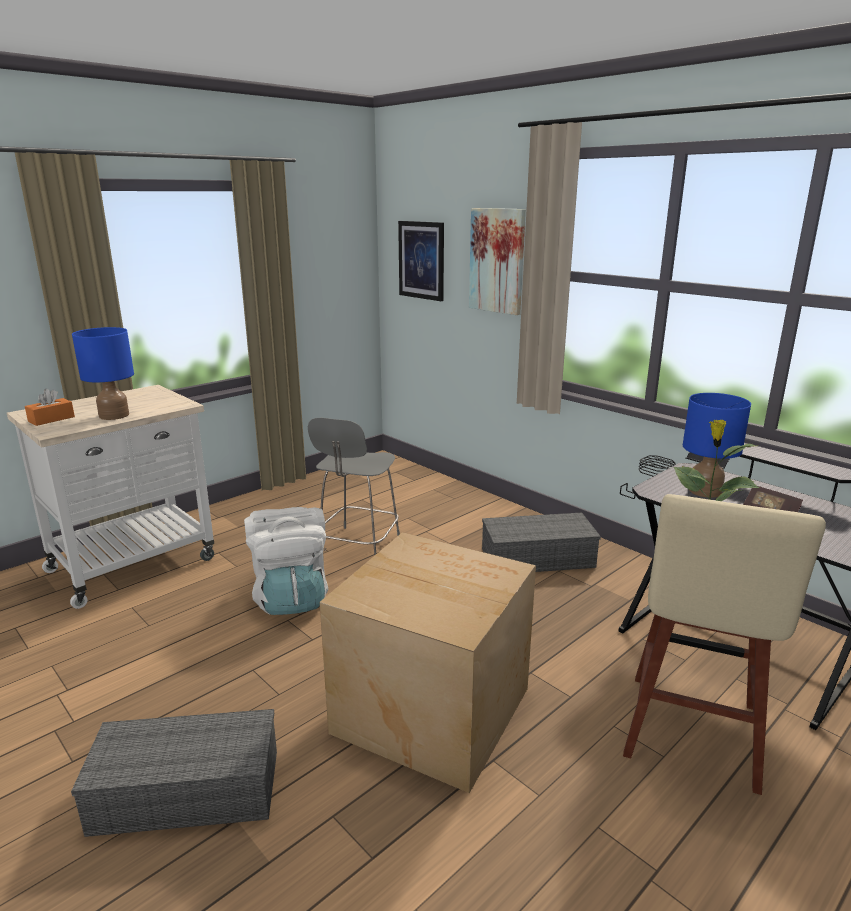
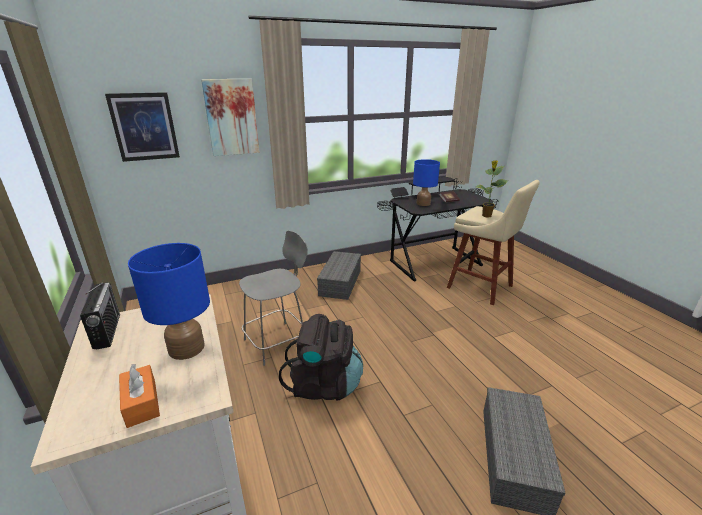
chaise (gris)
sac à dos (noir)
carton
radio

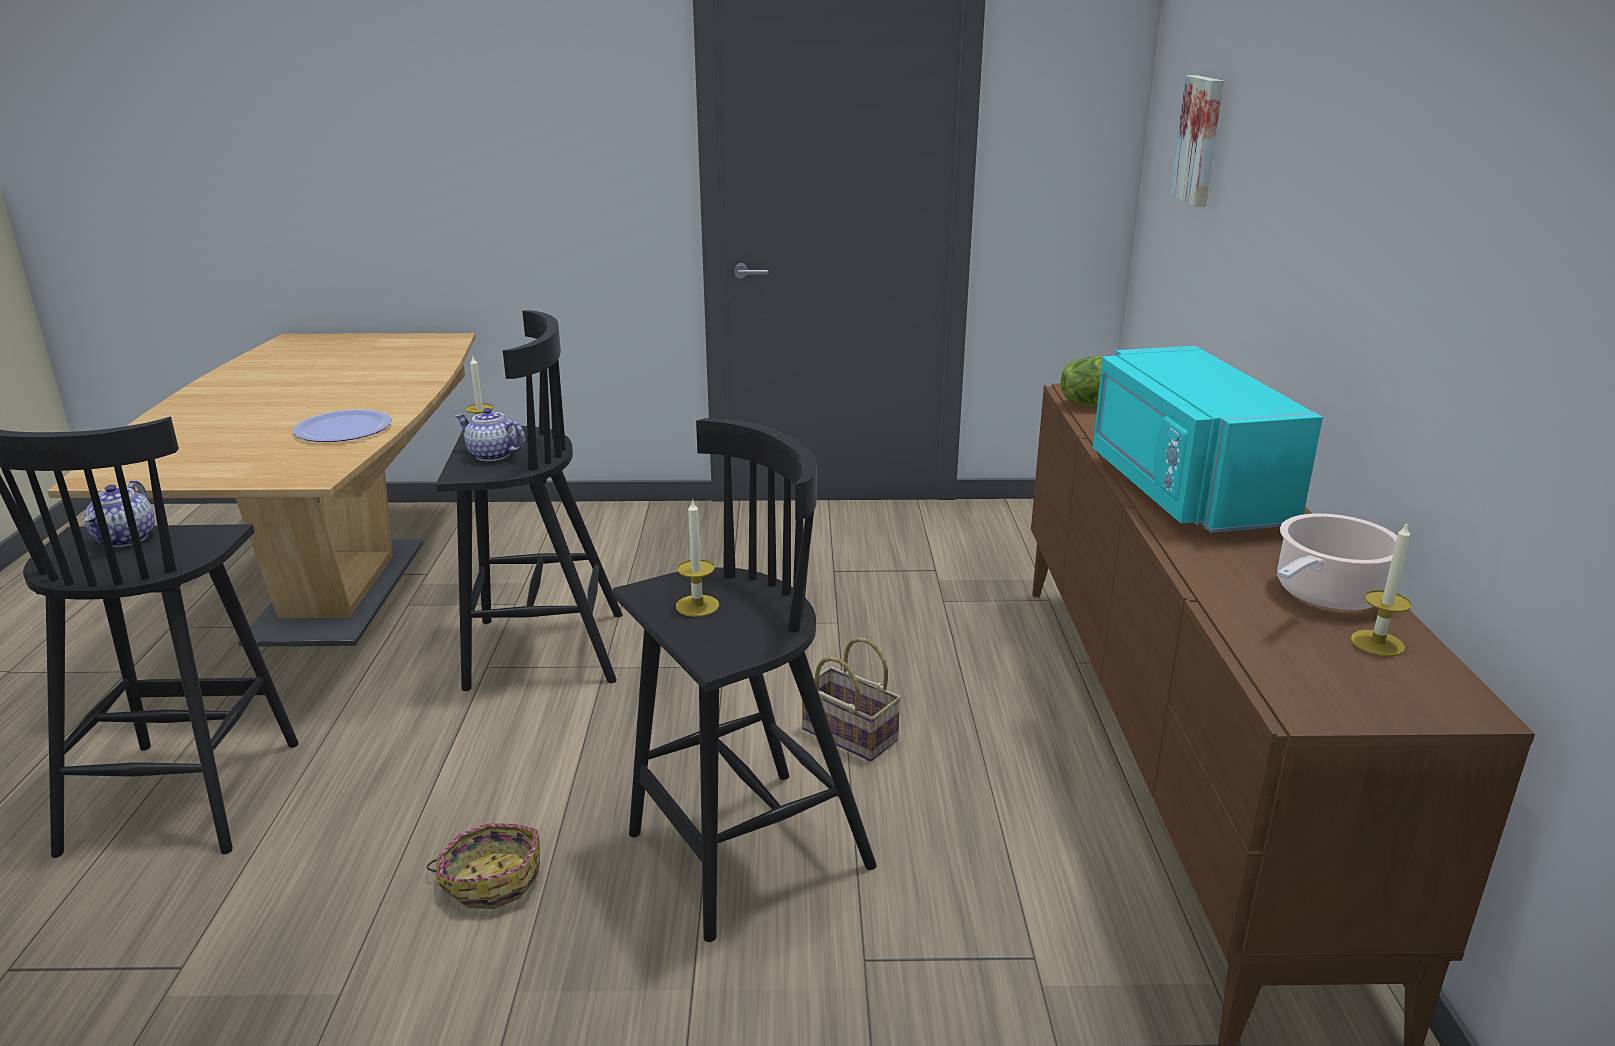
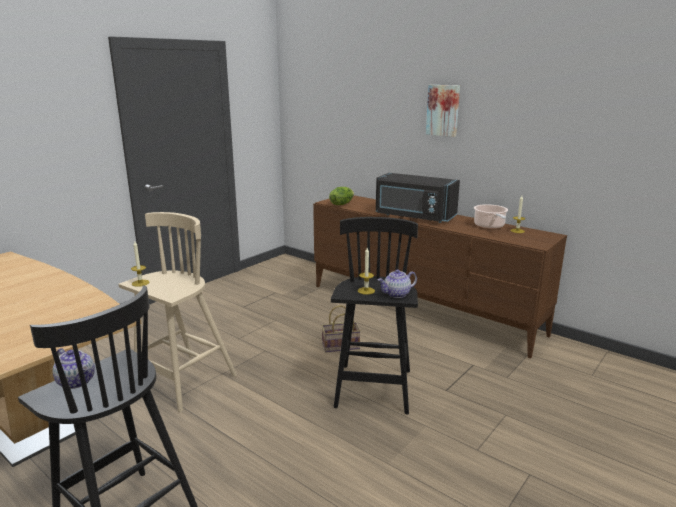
tableau
tabouret (beige)
micro-ondes (noir)
théière (no. 2 from left)
assiette
panier (no. 1 from left in the first image)

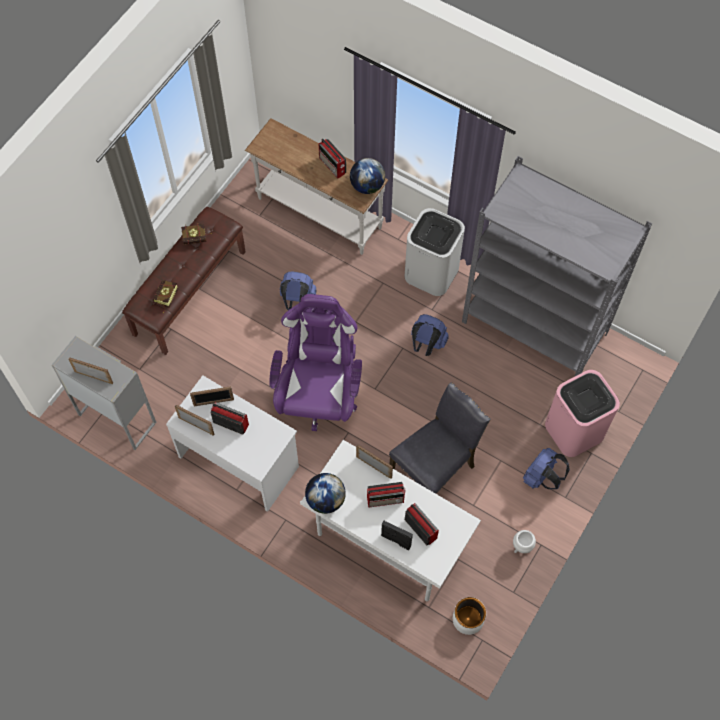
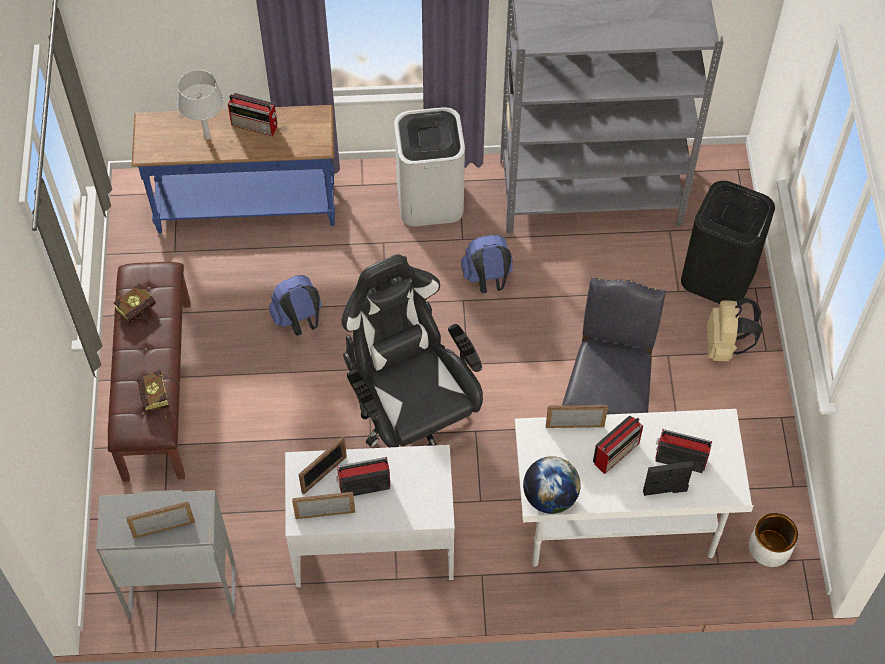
table console (bleu)
globe (no. 2 from left in the first image)
chaise de bureau (noir)
poubelle (noir)
sac à dos (beige)
cache-pot (blanc) (no. 2 from left in the first image)
lampe de table (gris)

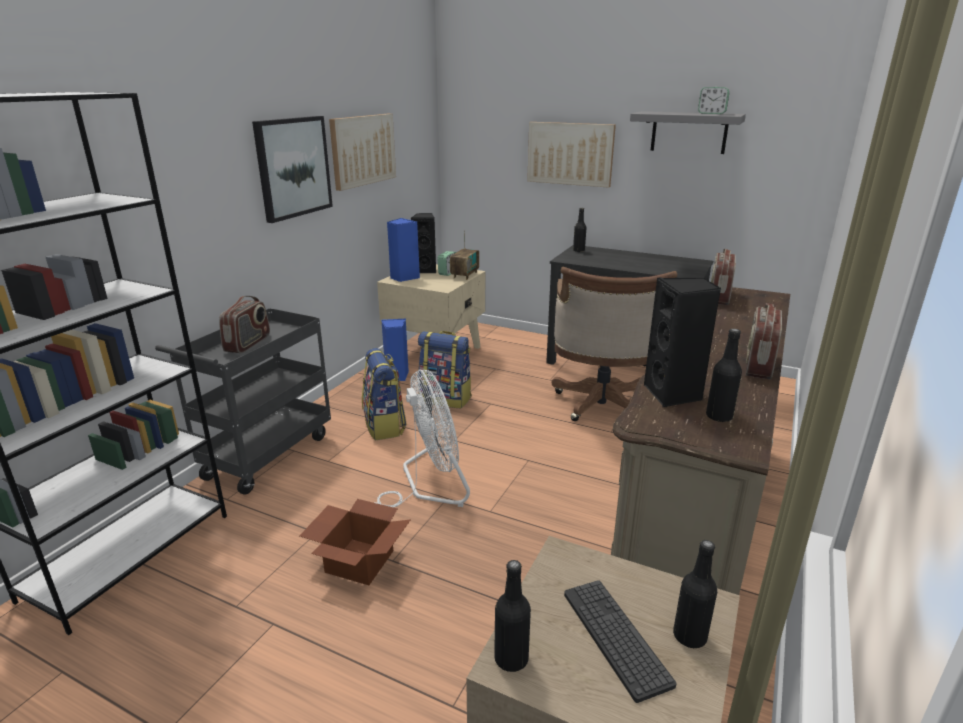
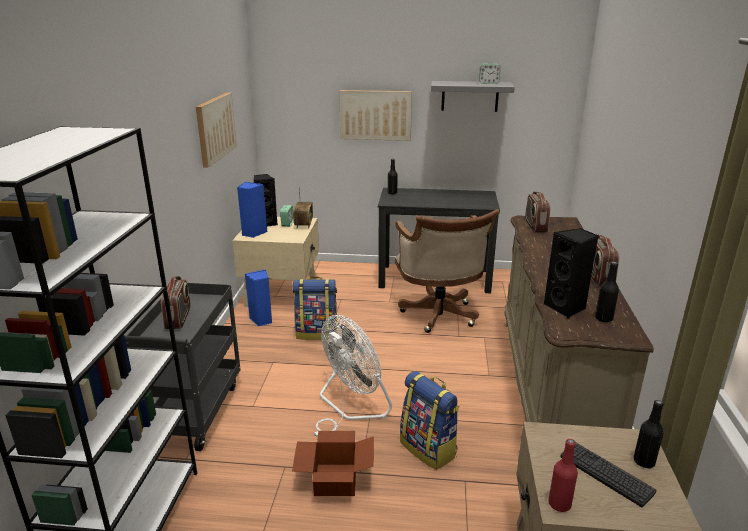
tableau (no. 1 from left in the first image)
sac à dos (no. 2 from left)
bouteille (rouge)

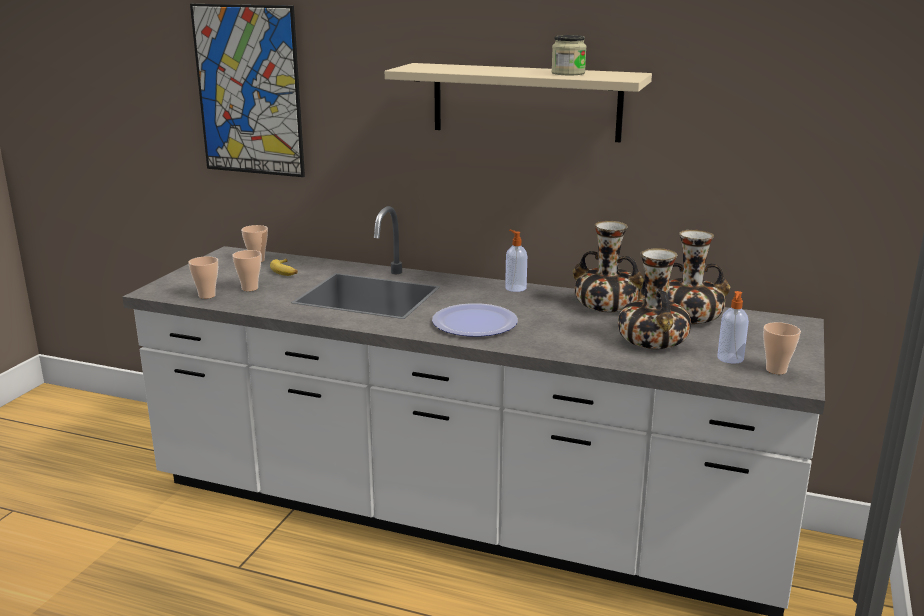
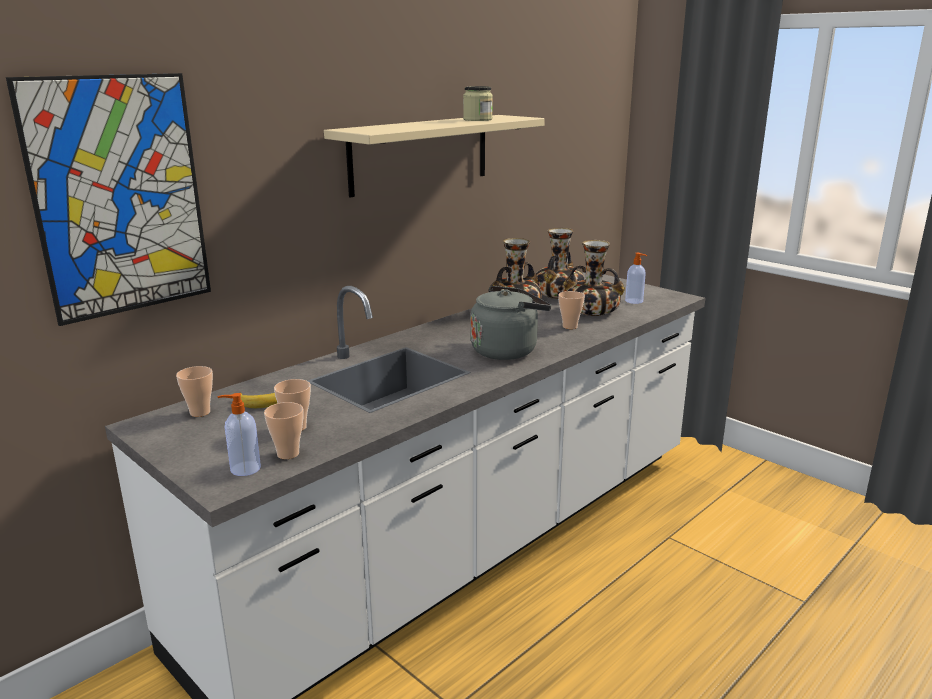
distributeur de savon (no. 1 from left)
bouilloire (gris)
tasse (no. 4 from left)

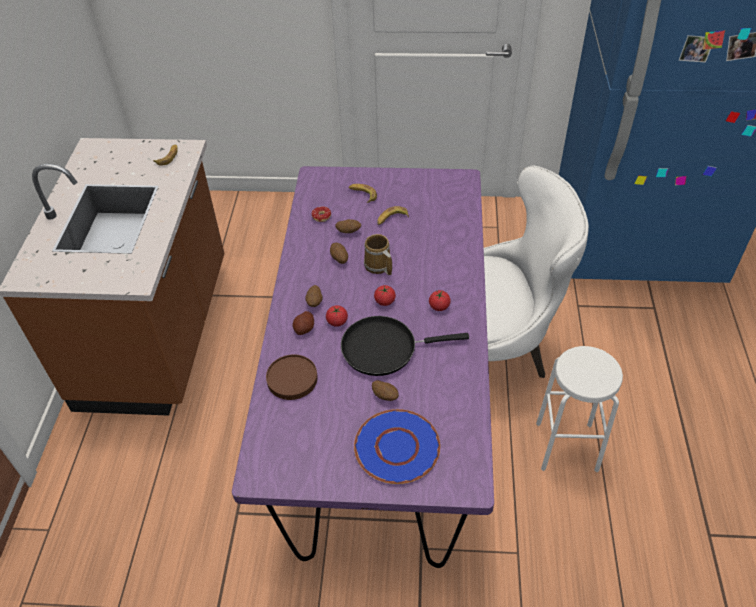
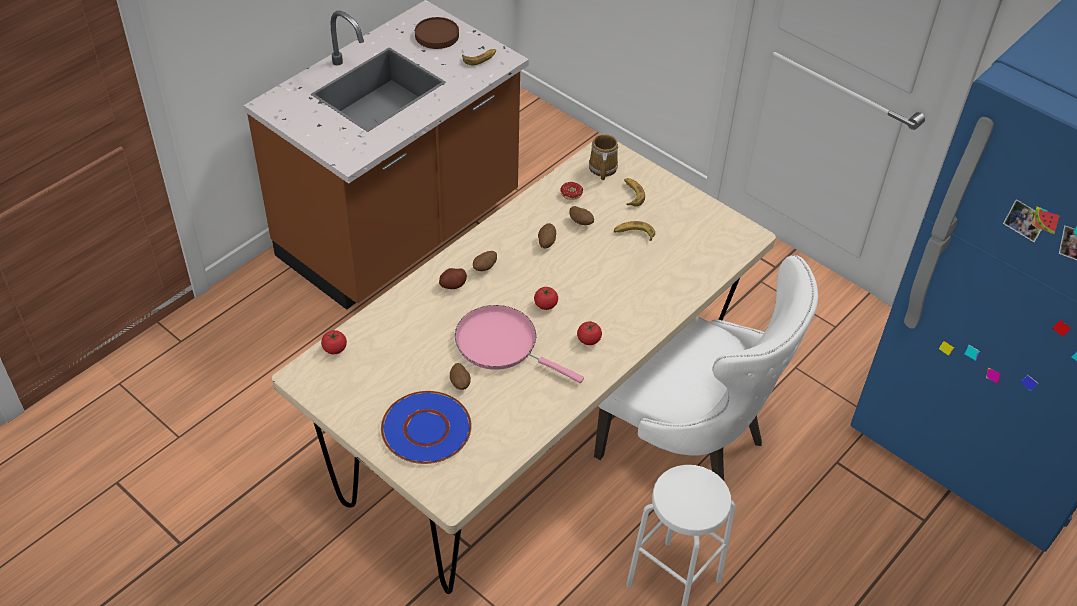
table à manger (beige)
mug
tomate (no. 1 from left)
poêle (rose)
assiette (marron)

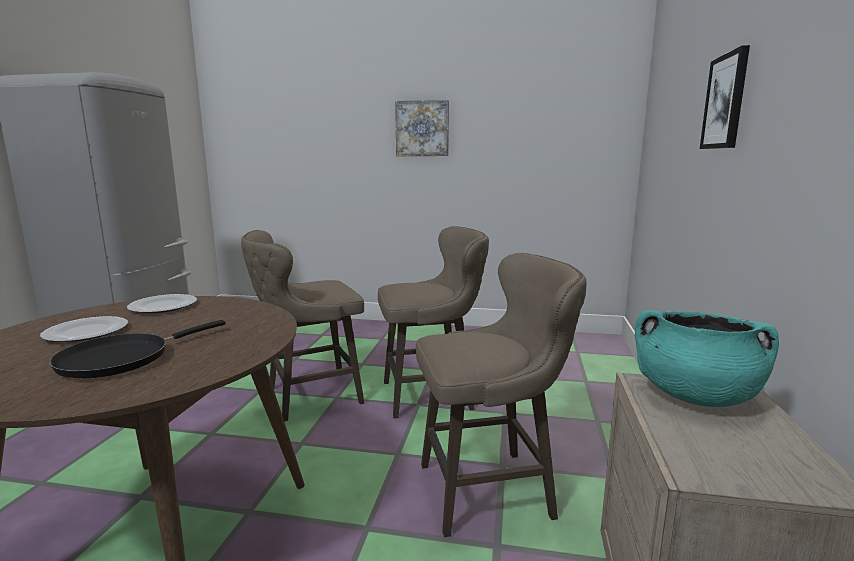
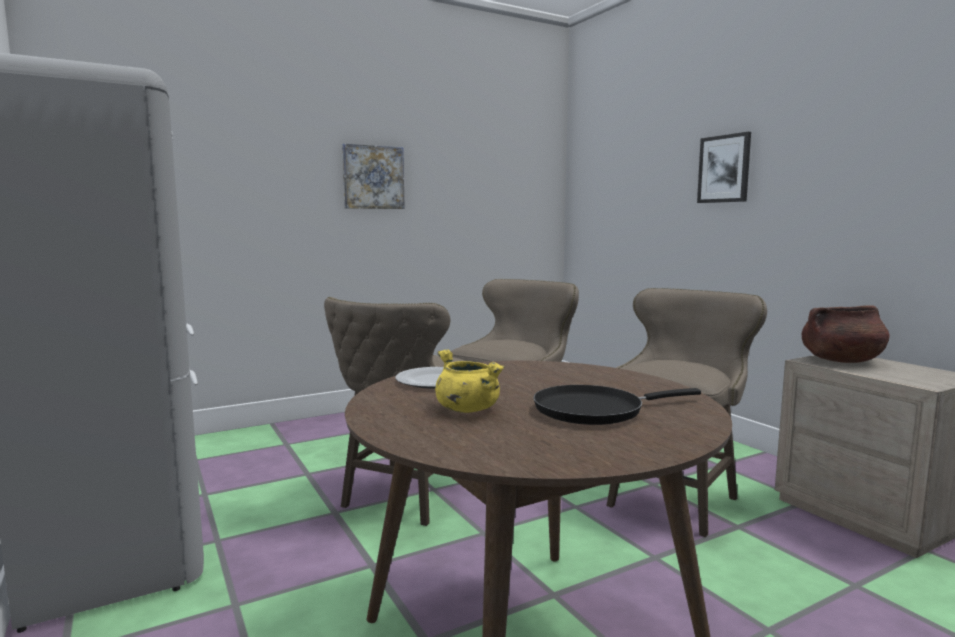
marmite (marron)
marmite (jaune)
poêle (noir)

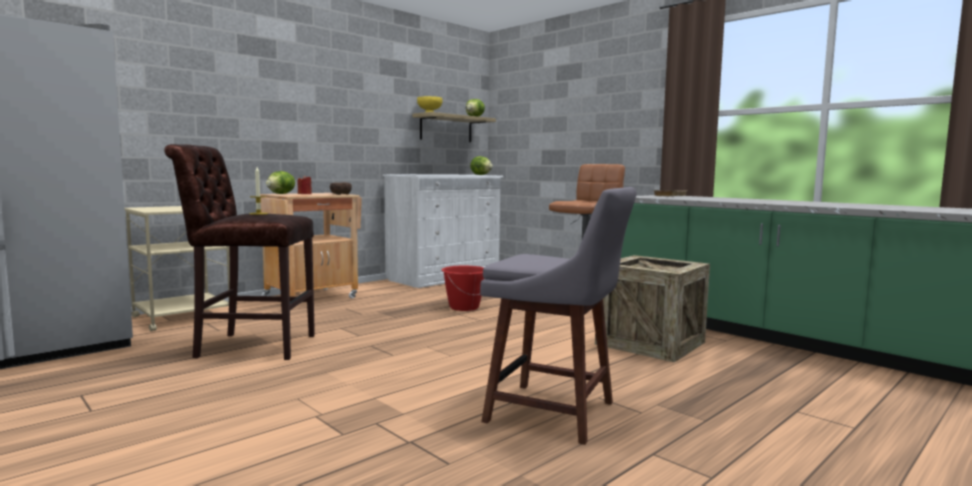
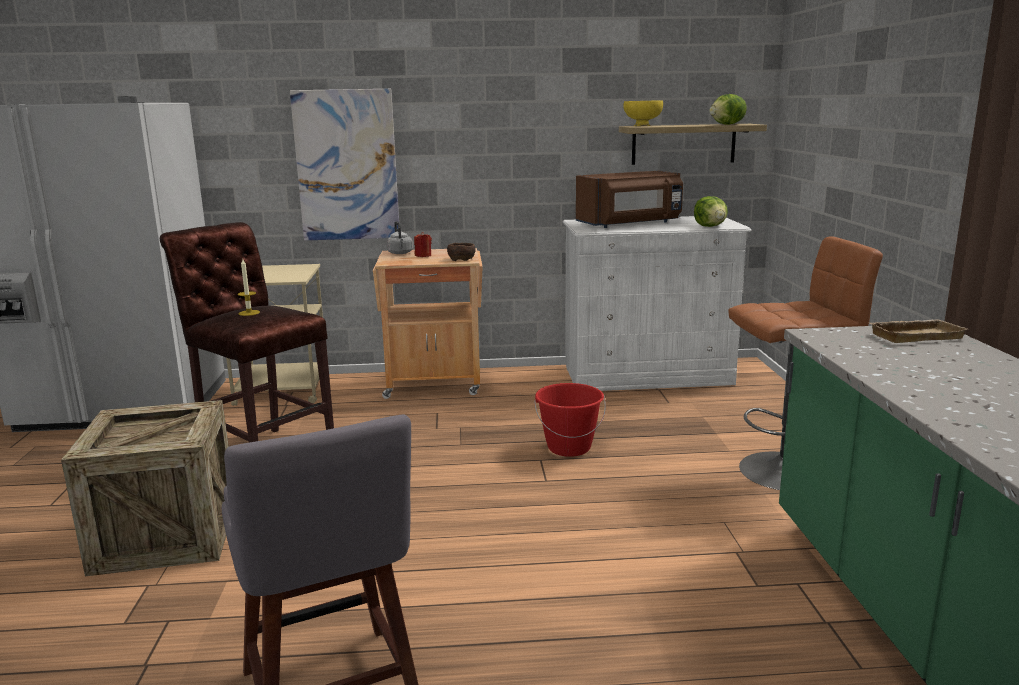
bouilloire (gris)
caisse
tableau
micro-ondes (marron)

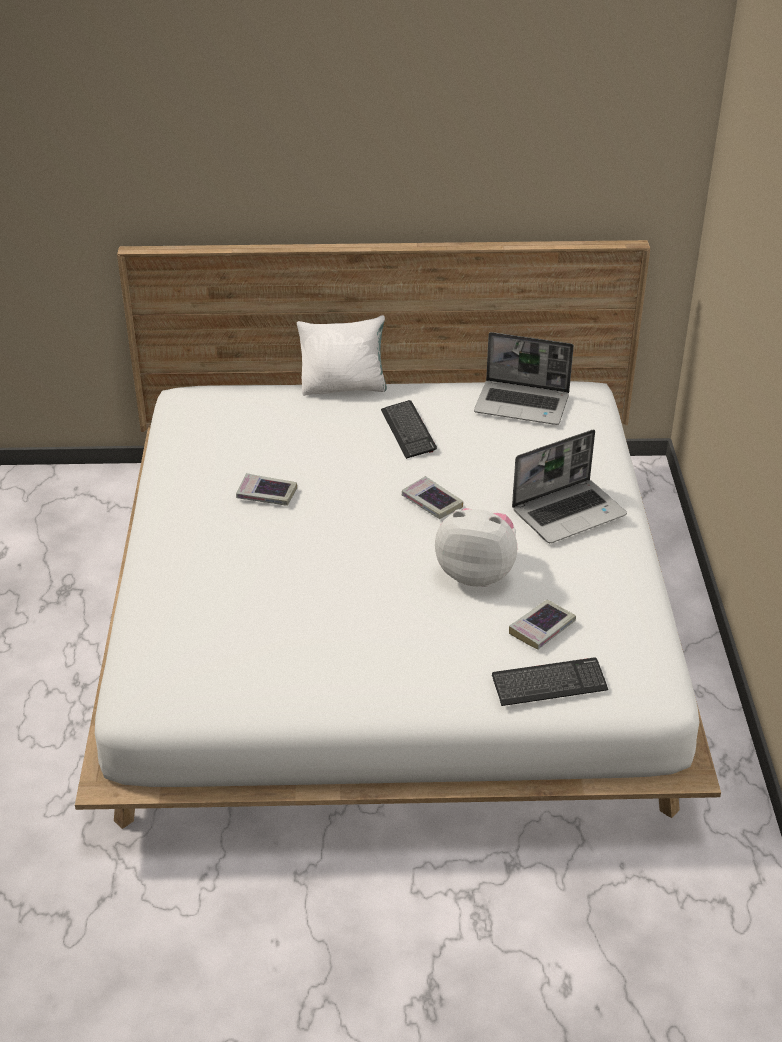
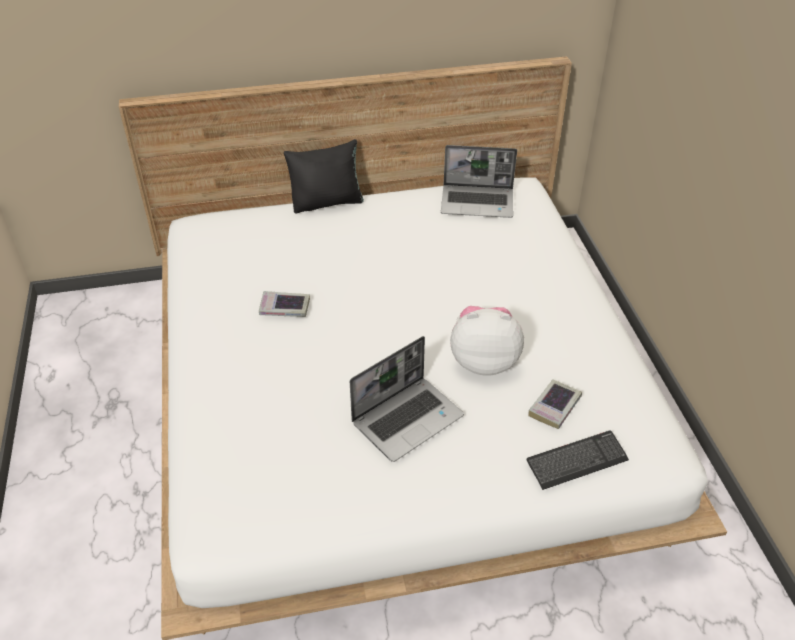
coussin (noir)
clavier (no. 1 from left in the first image)
ordinateur portable (no. 1 from left)
livre (no. 2 from left in the first image)

